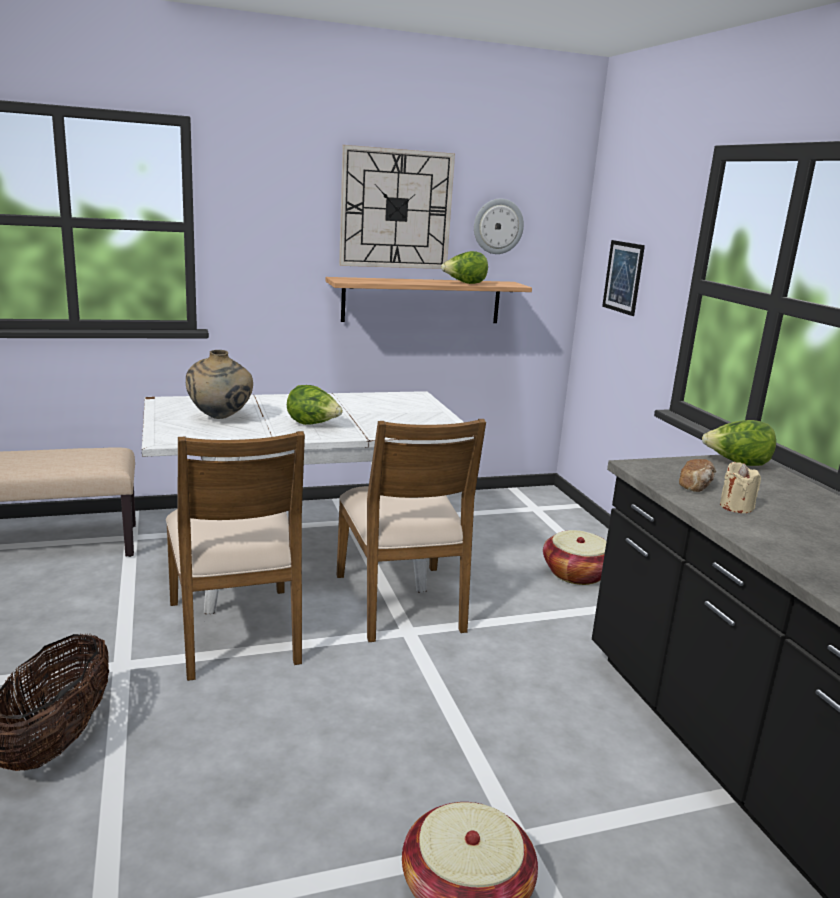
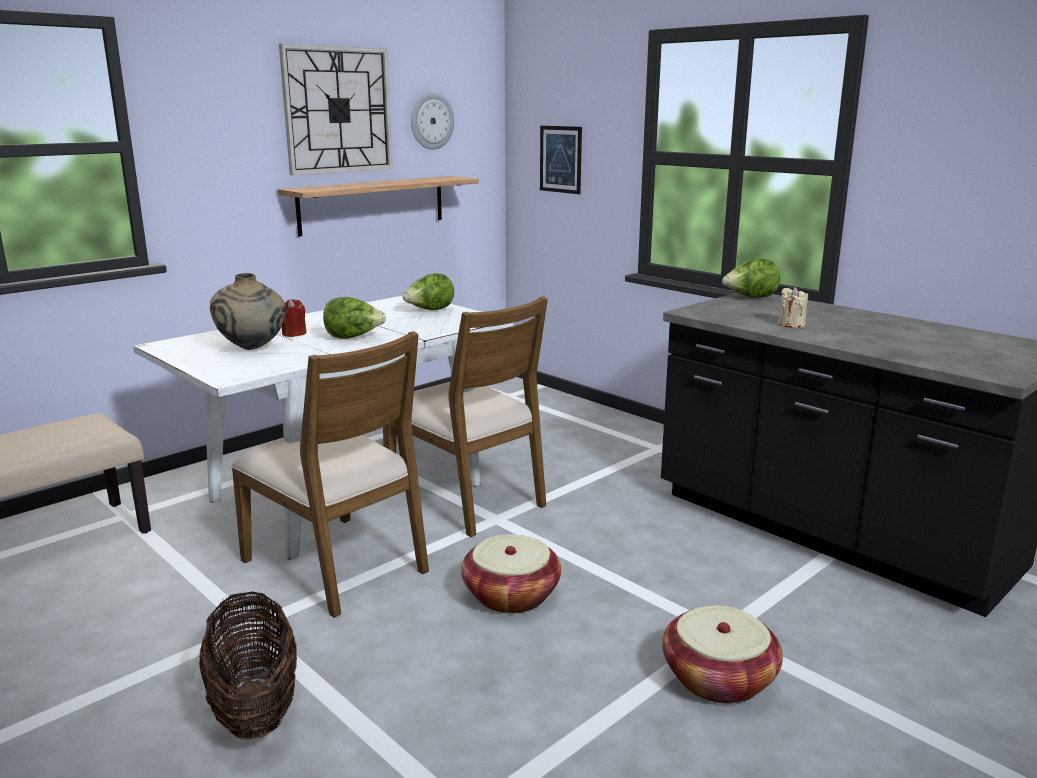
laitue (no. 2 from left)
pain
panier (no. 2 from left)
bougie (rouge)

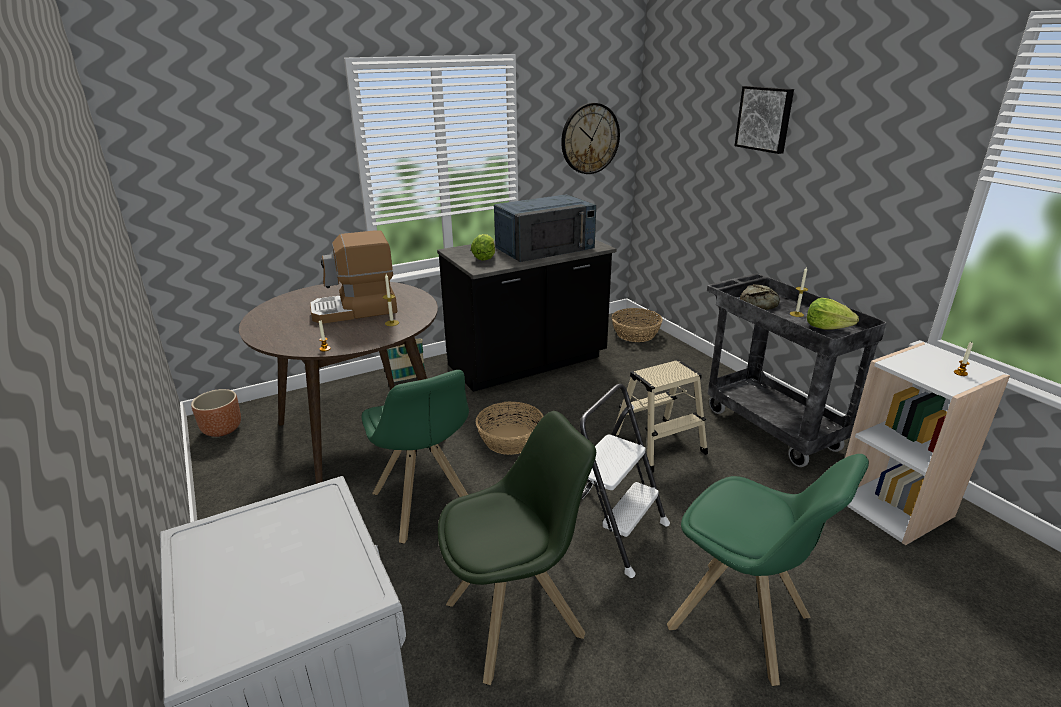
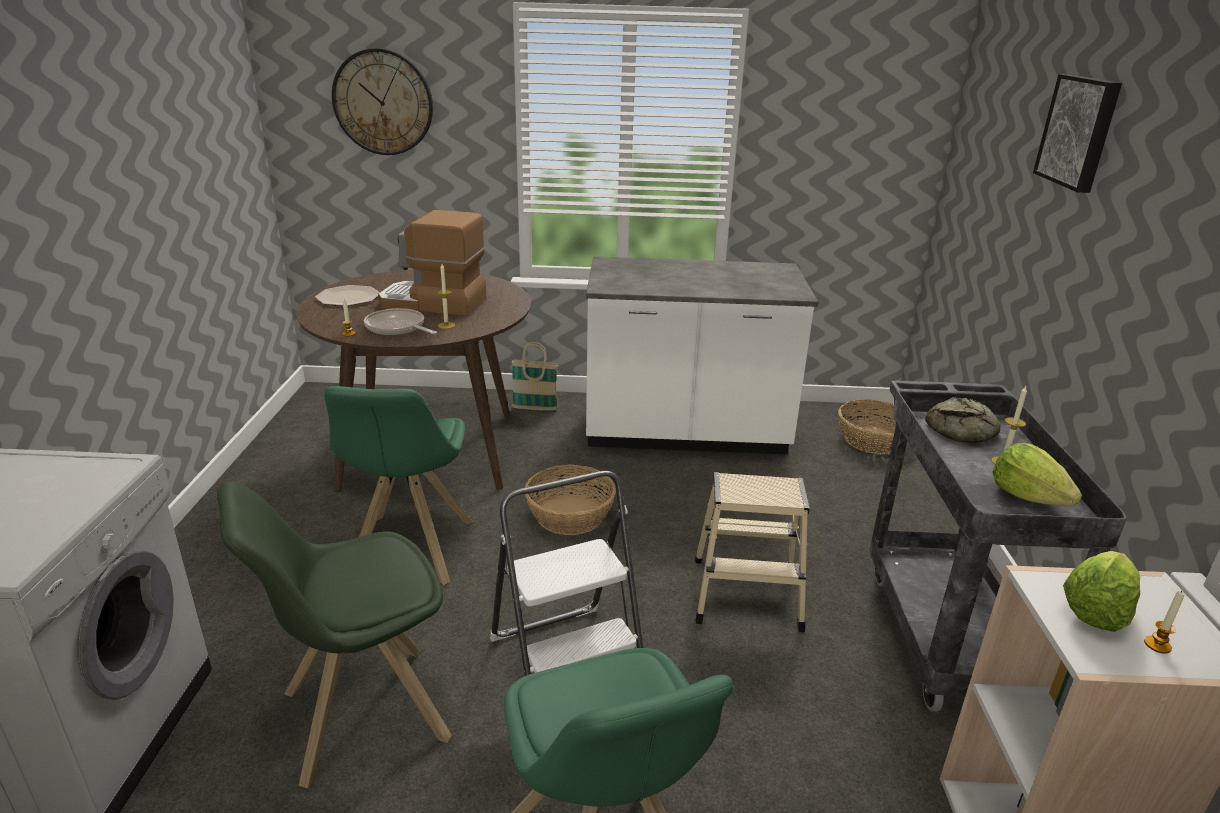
horloge murale
micro-ondes (bleu)
laitue (no. 2 from left)
comptoir de cuisine (blanc)
cache-pot (marron)
chaise (vert) (no. 1 from left)
assiette
poêle

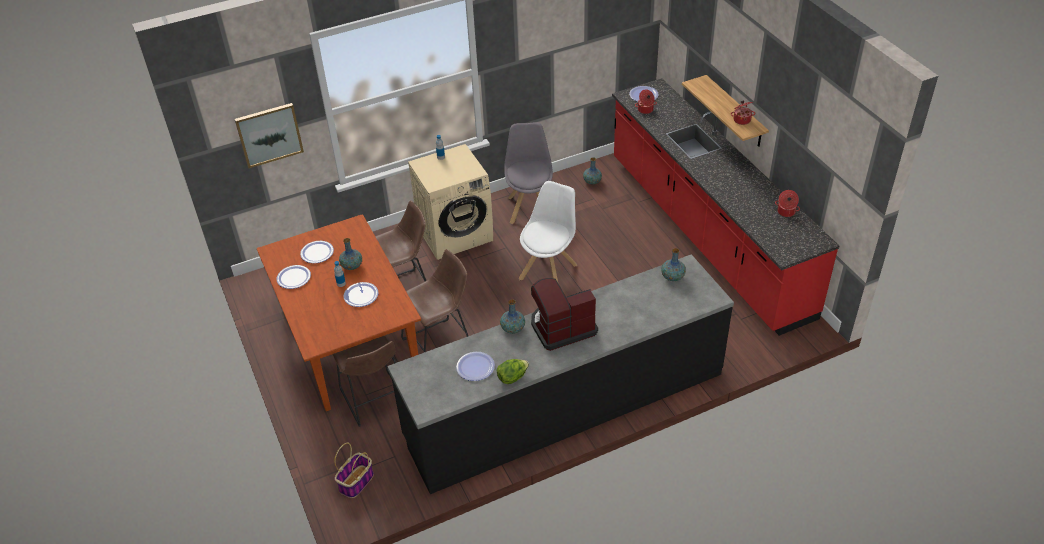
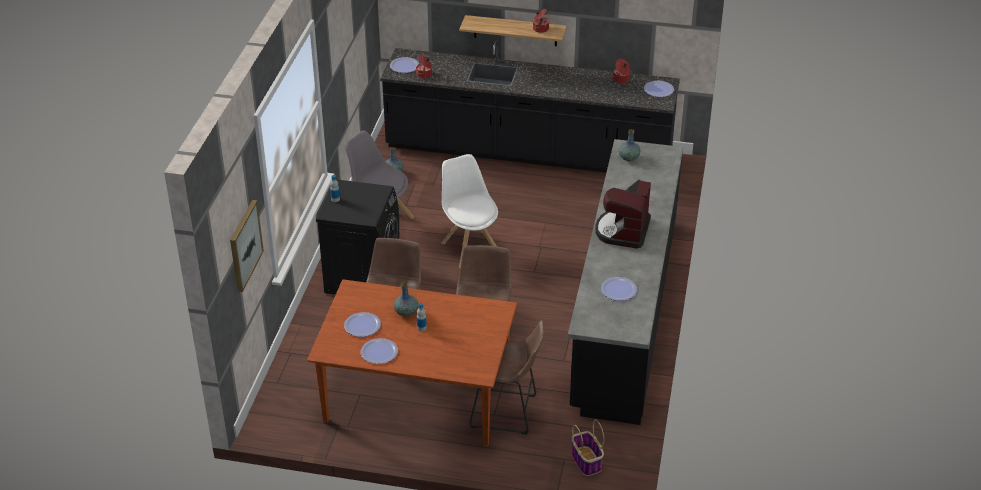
comptoir de cuisine (noir) (no. 1 from left)
lave-linge (noir)
assiette (no. 5 from left)
vase (no. 2 from left in the first image)
laitue

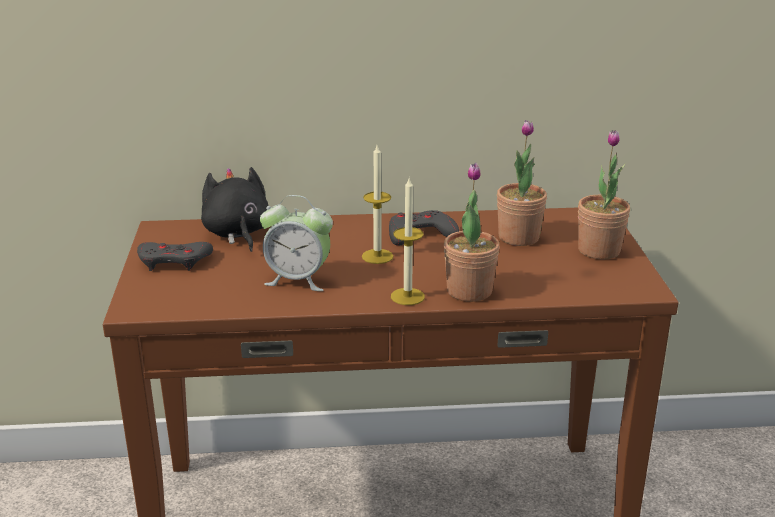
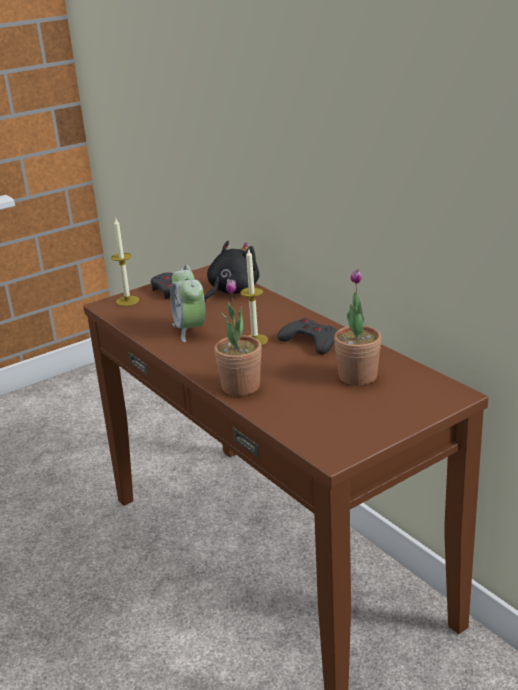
plante en pot (no. 3 from left in the first image)
bougie (no. 1 from left)

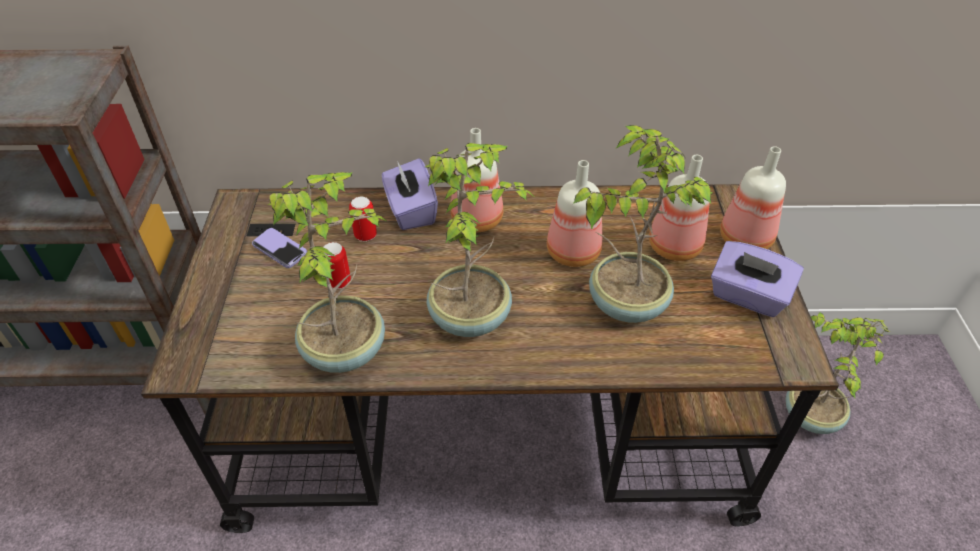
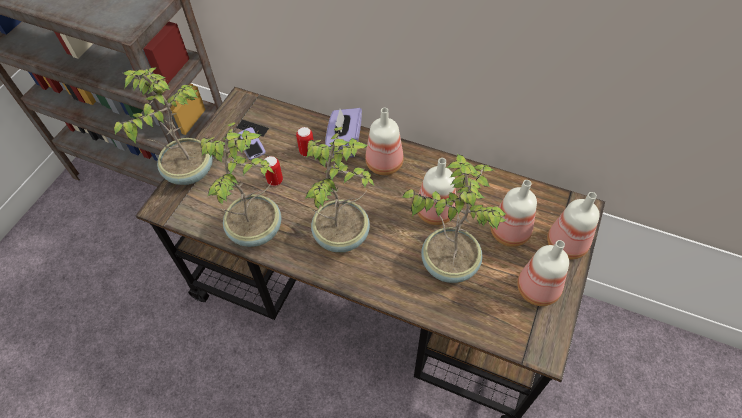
bouteille (no. 4 from left)
plante en pot (no. 1 from left)

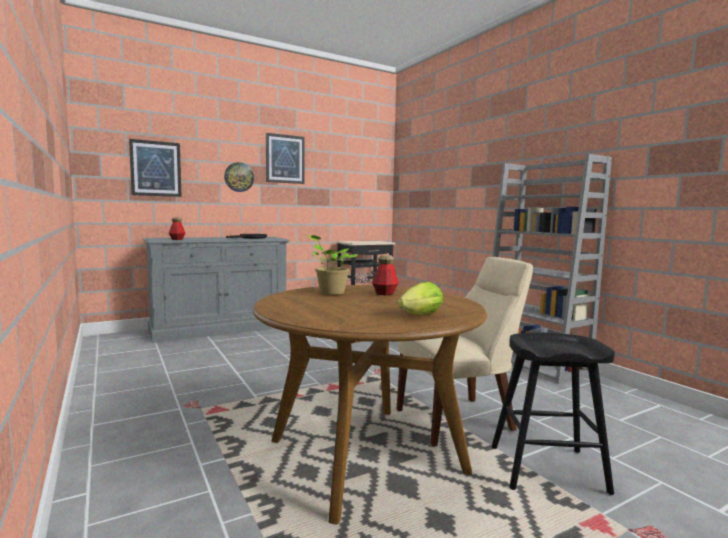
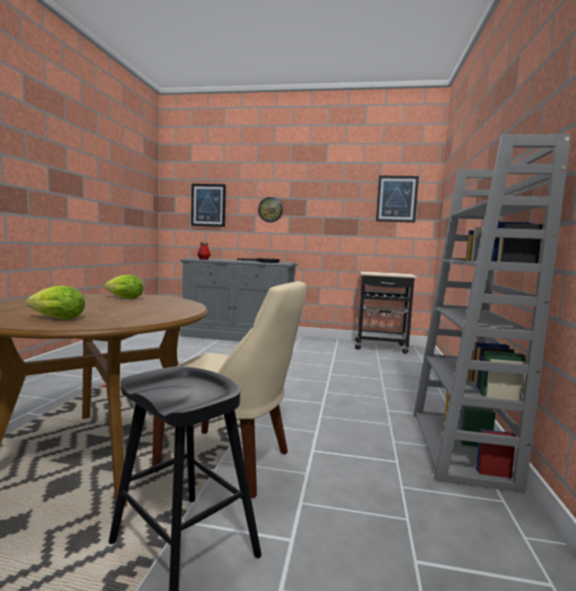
tableau (no. 2 from left)
laitue (no. 2 from left)
bouteille (no. 2 from left in the first image)

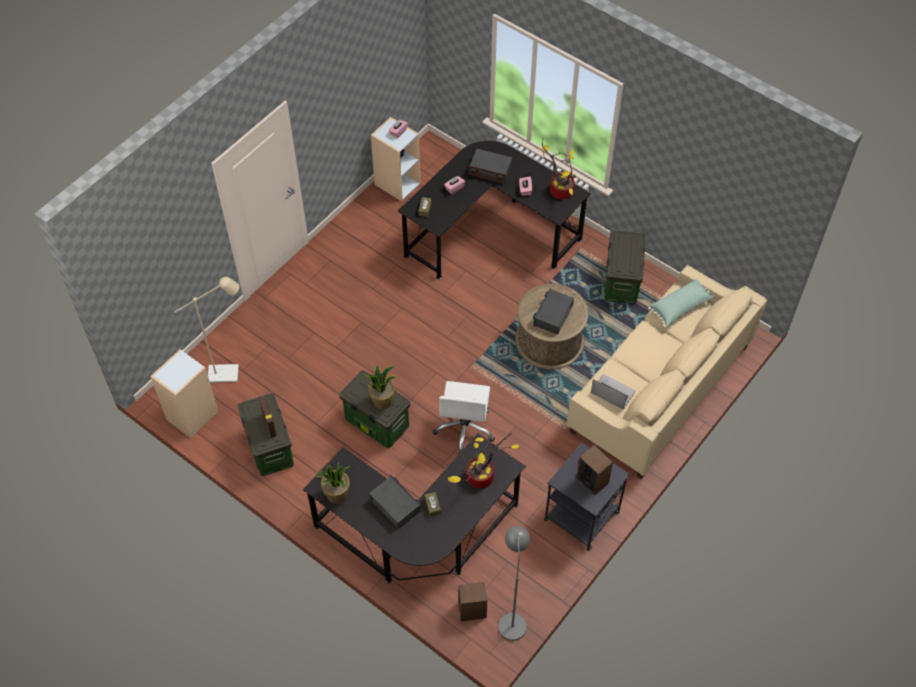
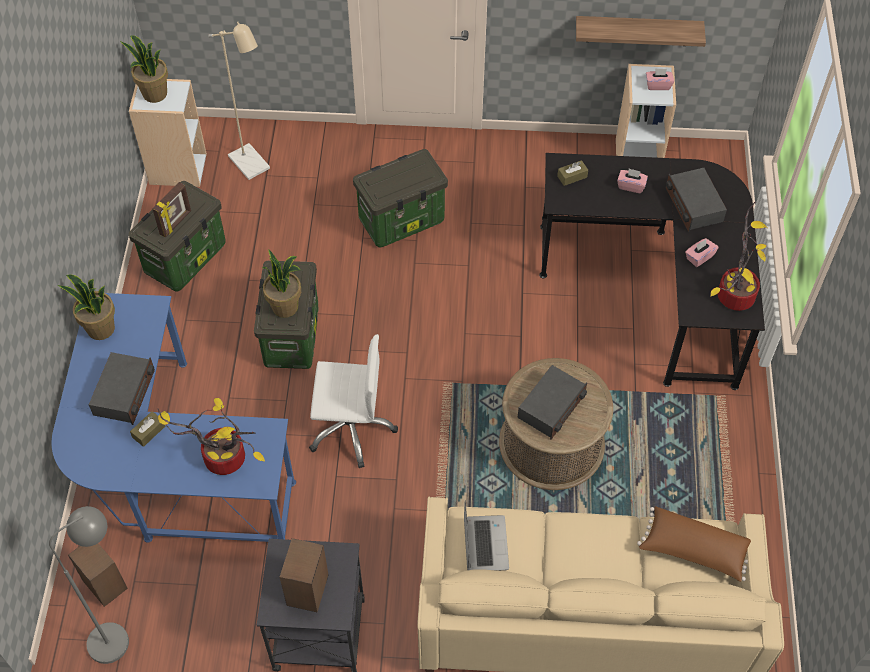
boîte de rangement (no. 3 from left)
coussin (marron)
radio (no. 2 from left)
chaise de bureau (blanc)
bureau (bleu)
étagère
plante en pot (no. 2 from left)

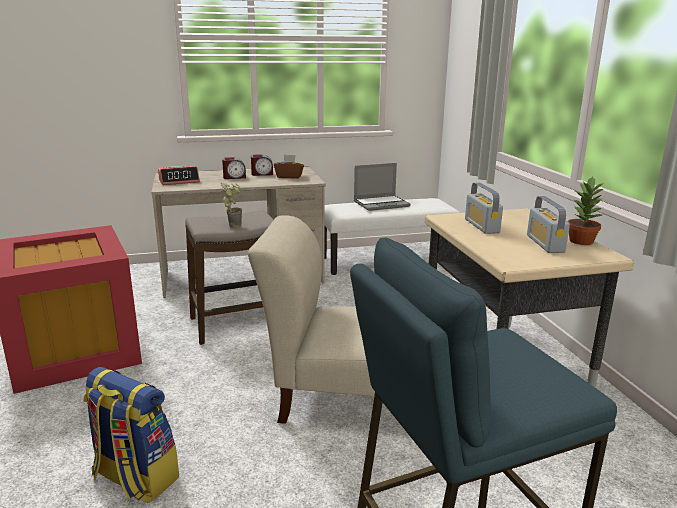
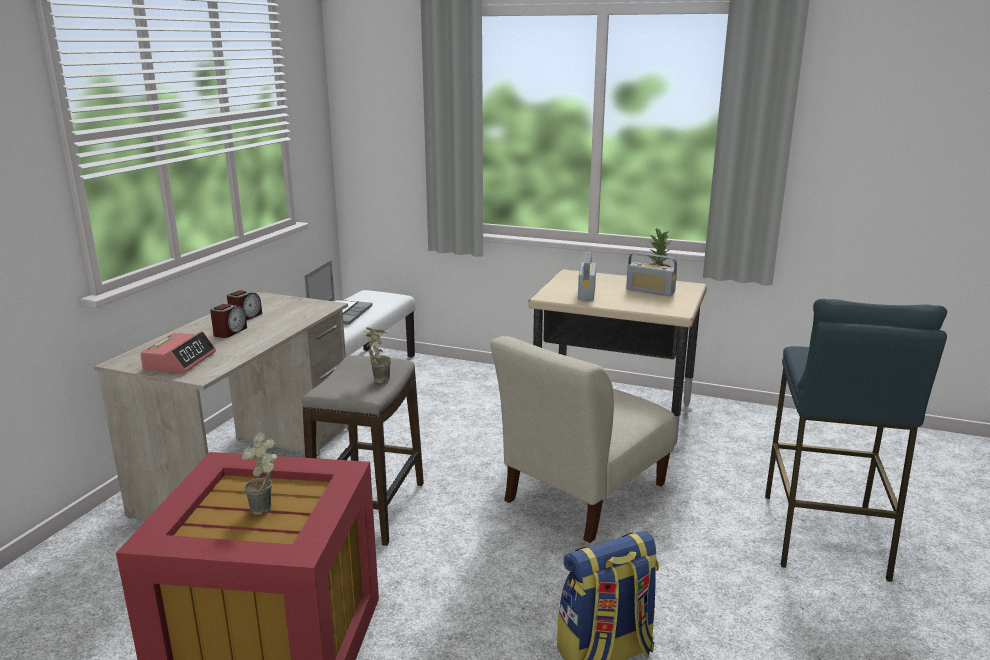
boîte à mouchoirs (marron)
radio (no. 1 from left)
plante en pot (no. 1 from left)

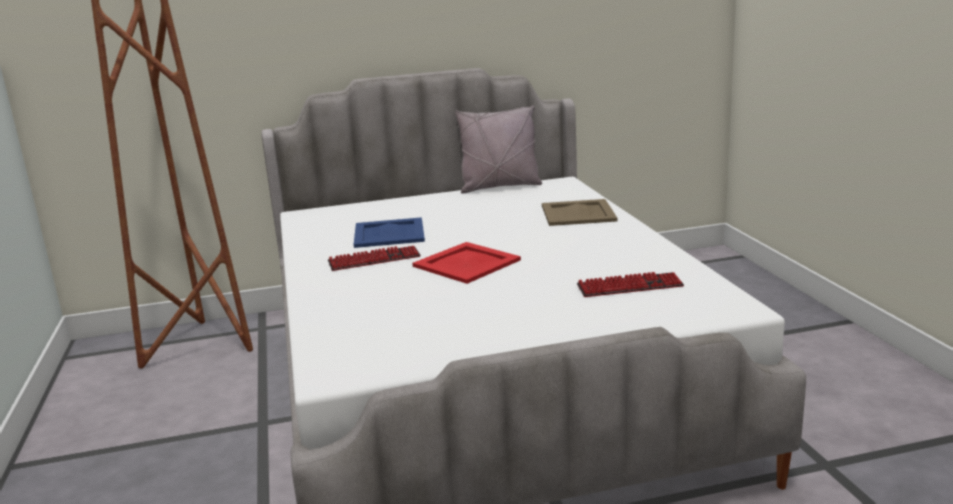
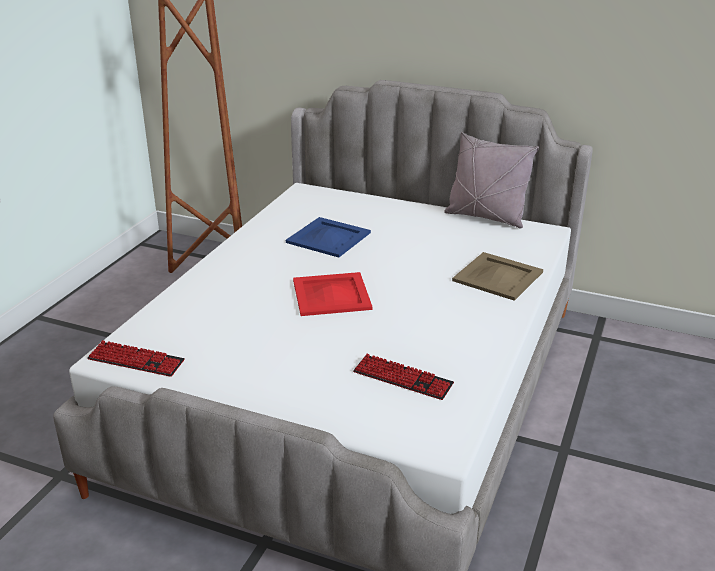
clavier (no. 1 from left)

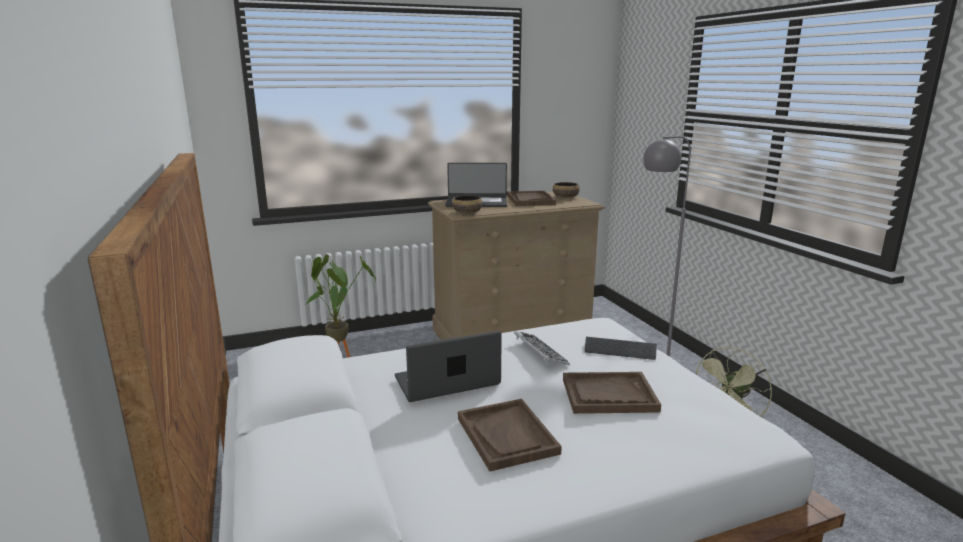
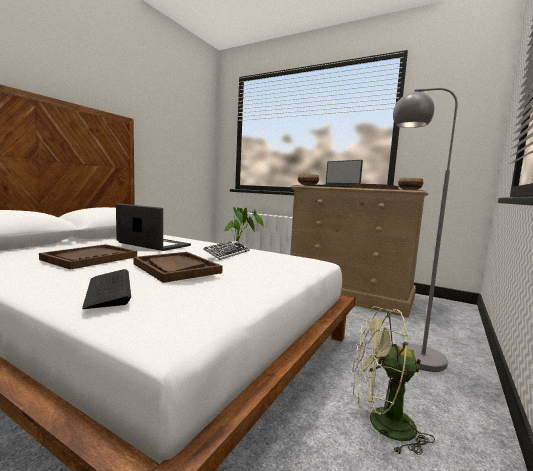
clavier (no. 1 from left)

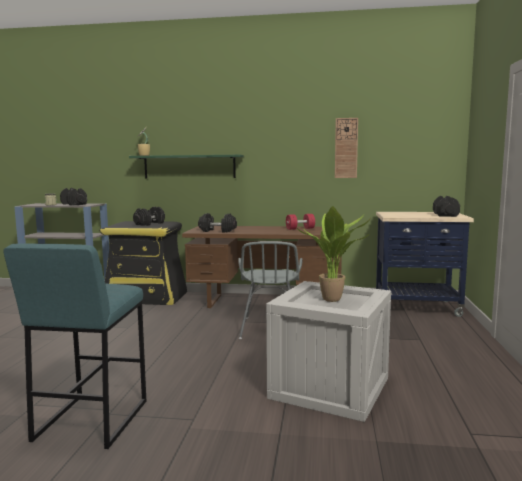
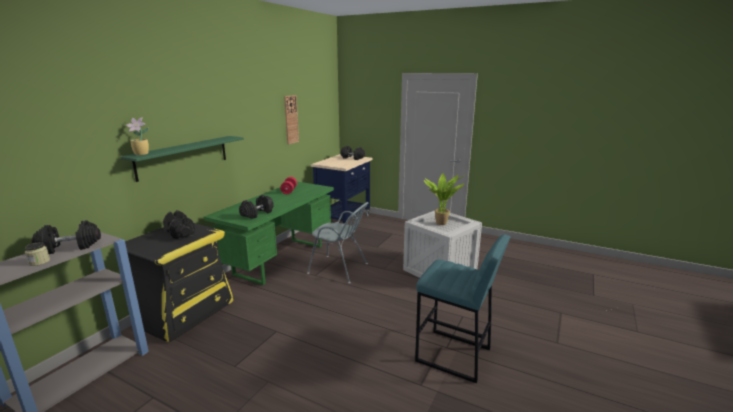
bureau (vert)

